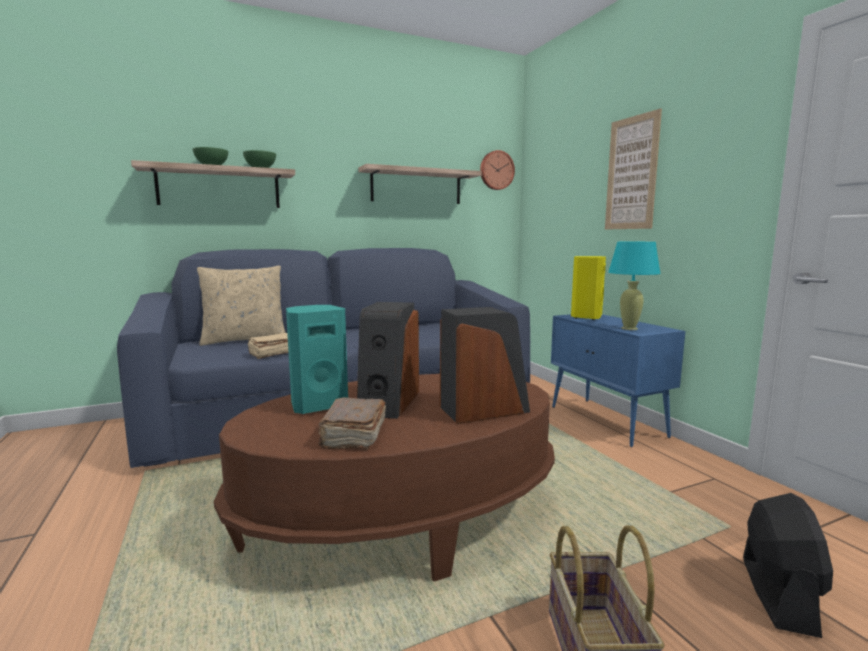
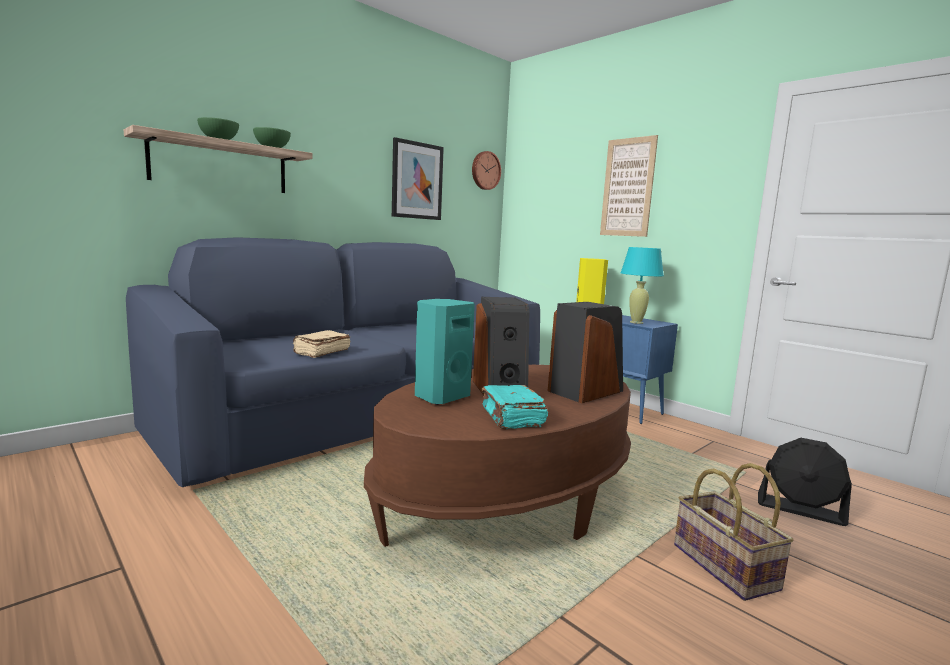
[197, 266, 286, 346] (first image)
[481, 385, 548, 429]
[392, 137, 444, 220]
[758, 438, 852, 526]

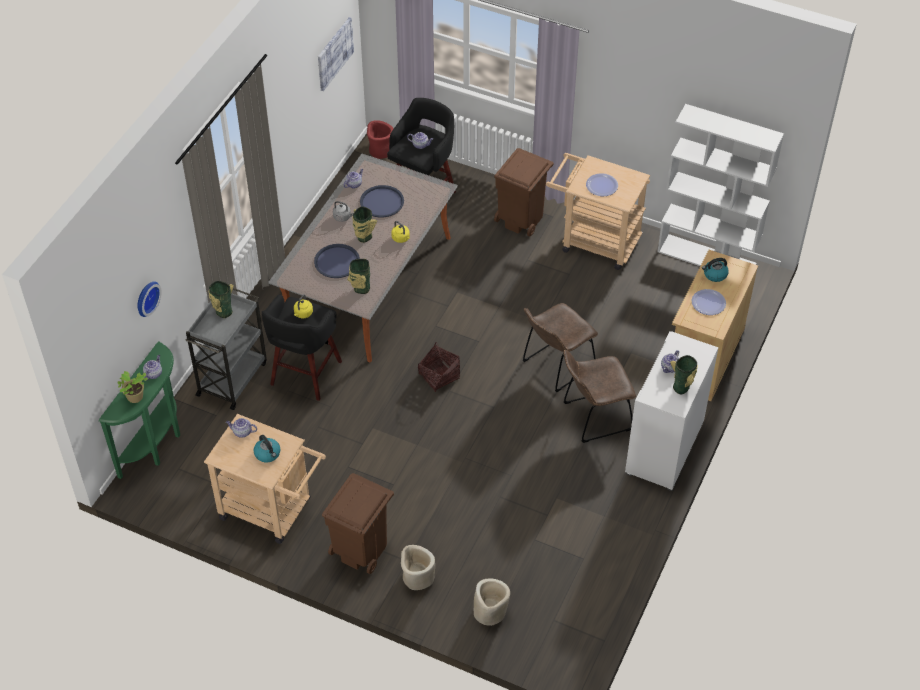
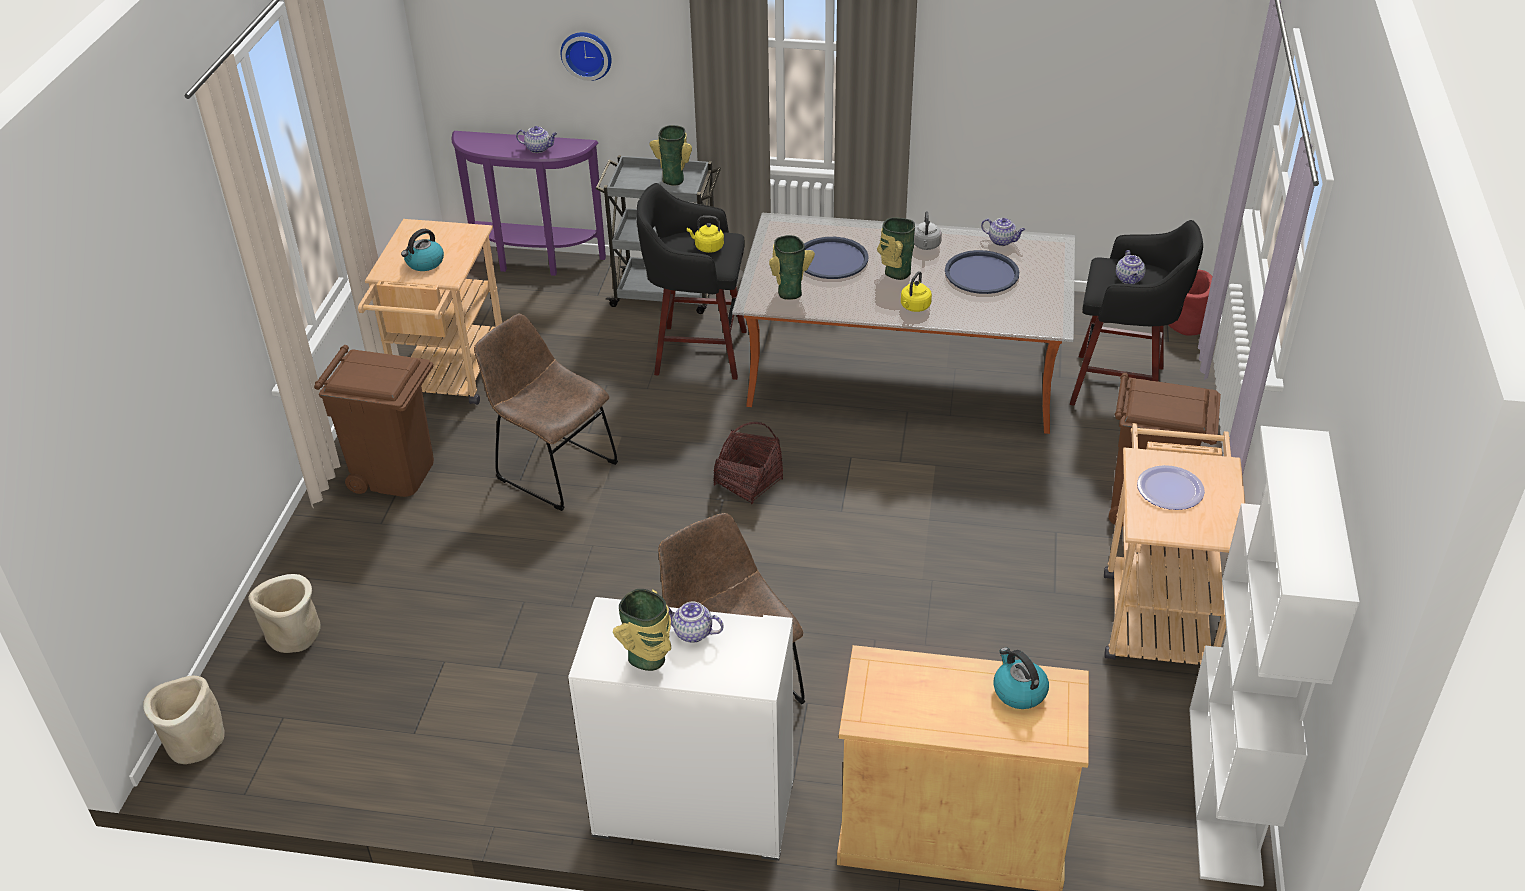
[452, 131, 606, 276]
[118, 371, 148, 403] (first image)
[226, 418, 257, 438] (first image)
[318, 17, 354, 91] (first image)
[143, 676, 225, 764]
[474, 314, 618, 511]
[692, 289, 726, 315] (first image)

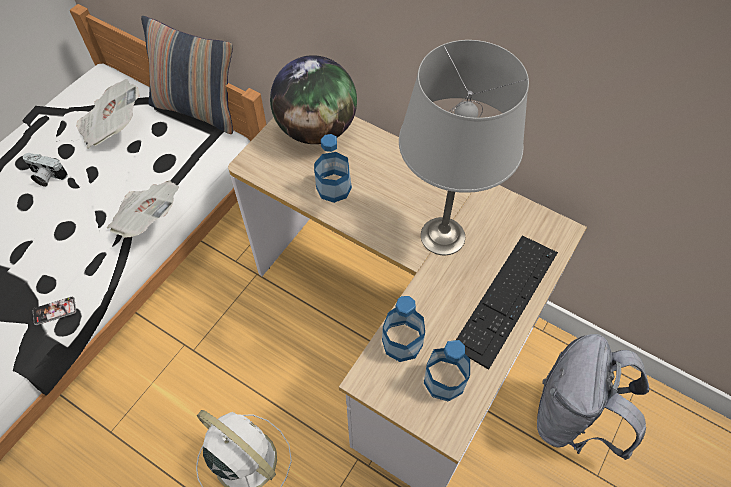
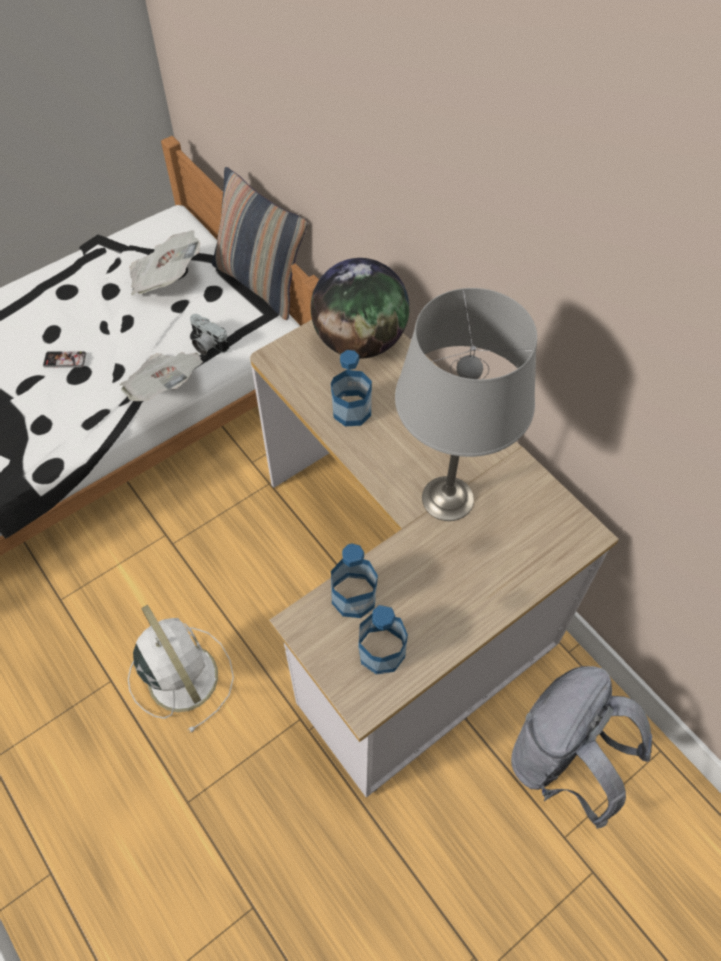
[190, 314, 229, 355]
[43, 351, 86, 368]
[456, 235, 558, 370] (first image)

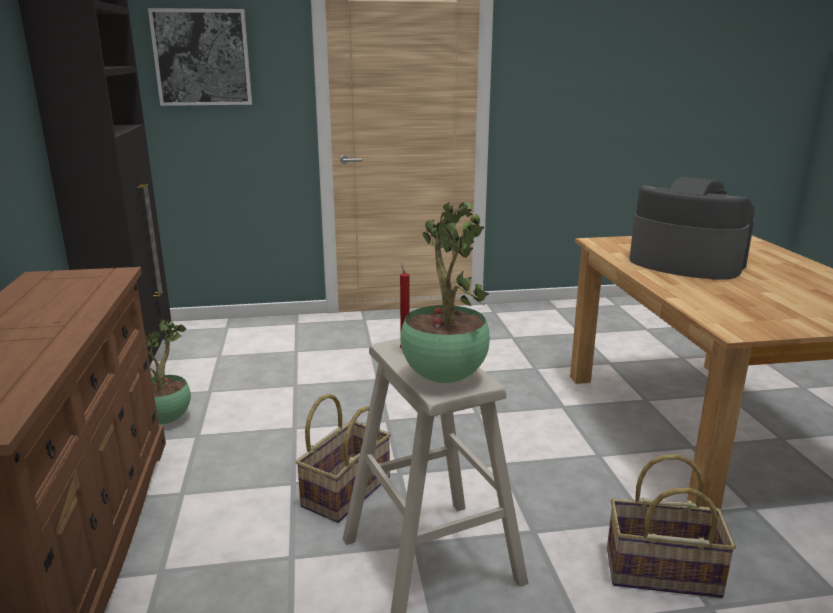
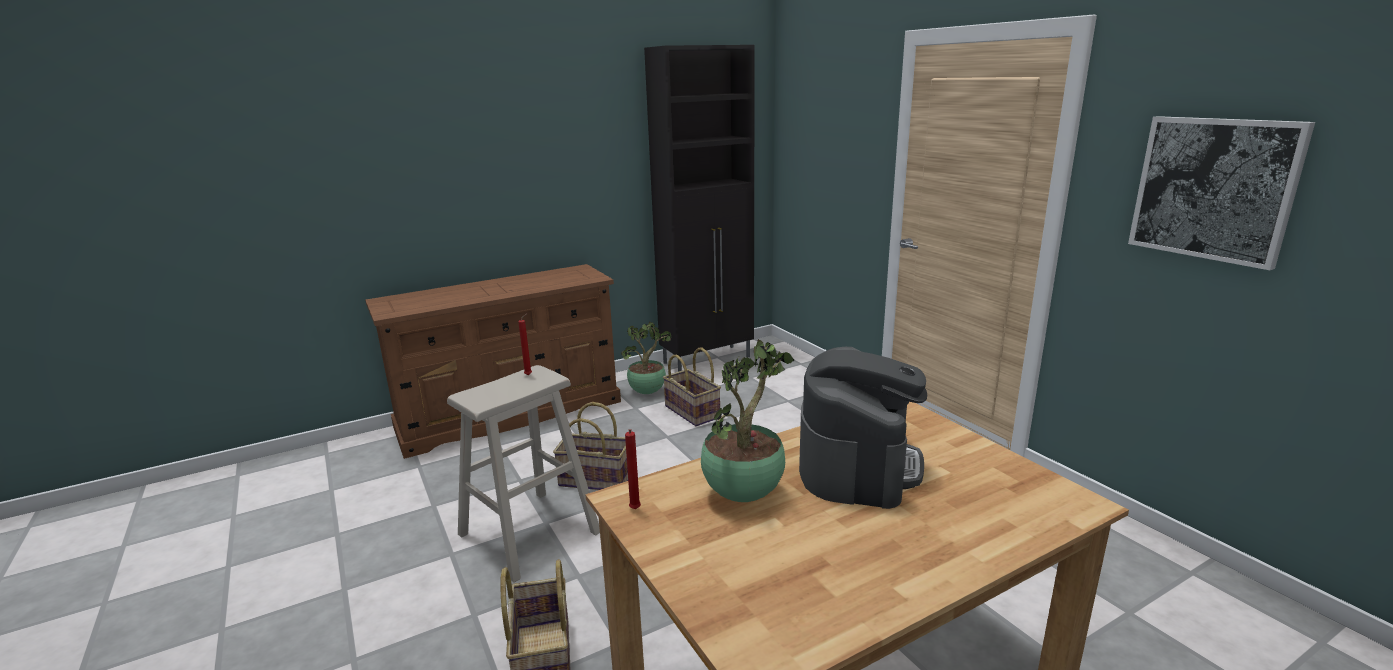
[1128, 116, 1315, 270]
[701, 339, 794, 502]
[625, 429, 641, 509]
[663, 347, 721, 426]

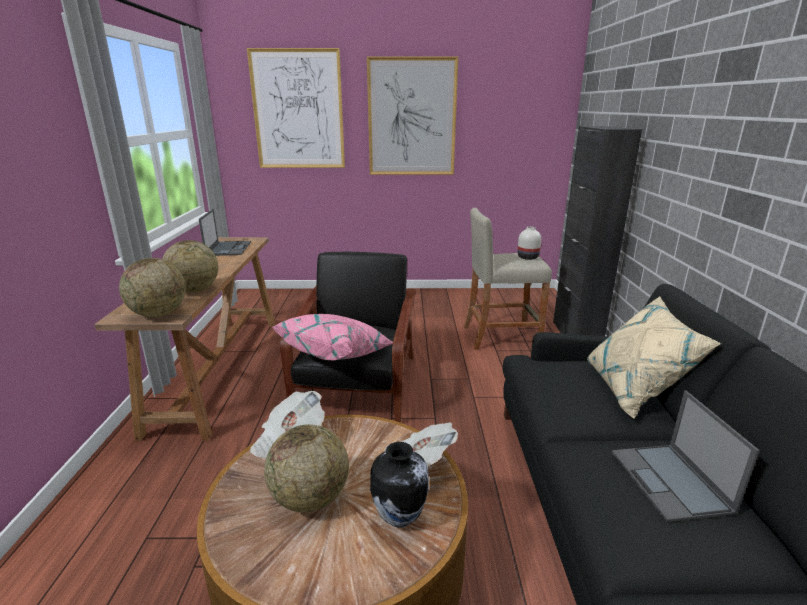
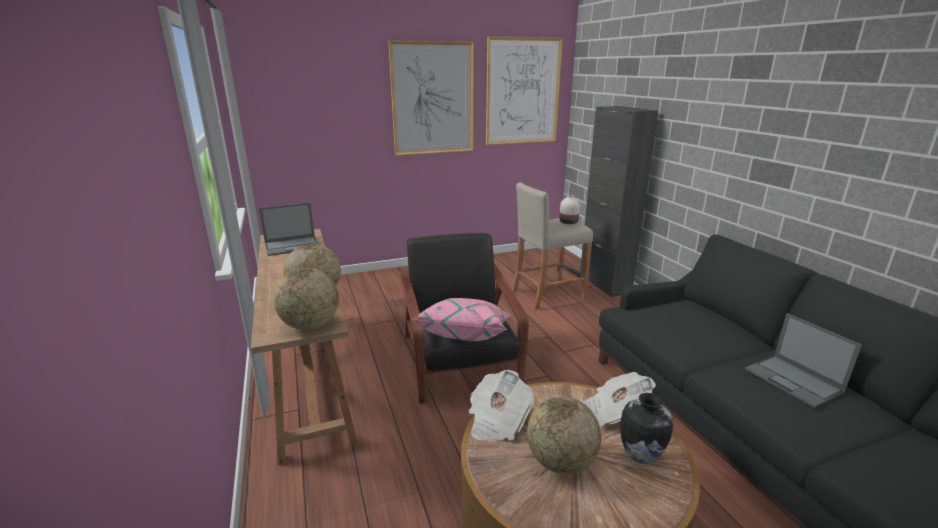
[259, 203, 319, 256]
[486, 36, 563, 145]
[587, 296, 721, 419] (first image)

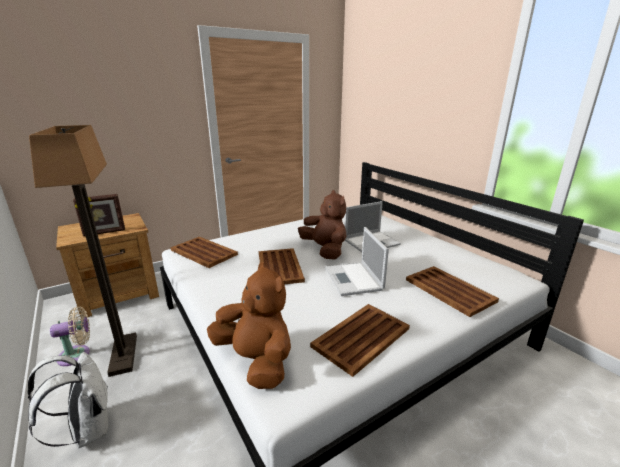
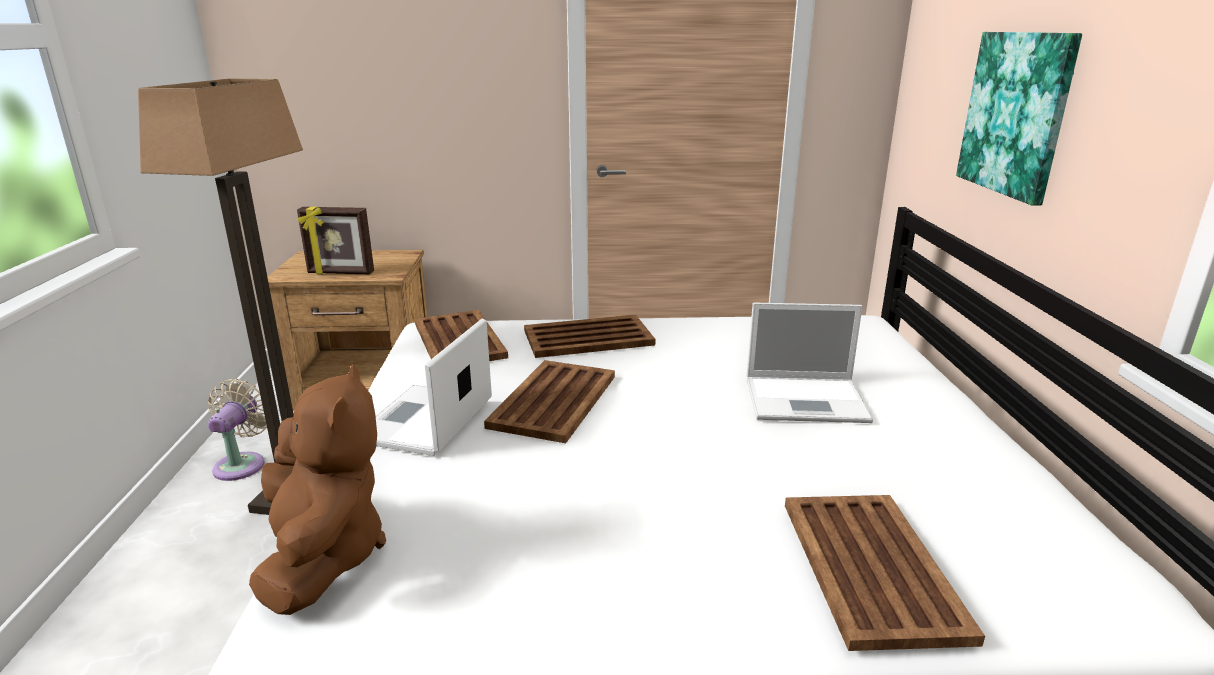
[28, 352, 108, 449] (first image)
[208, 379, 267, 481]
[298, 190, 346, 260] (first image)
[524, 315, 655, 358]
[376, 319, 492, 456]
[956, 32, 1082, 205]

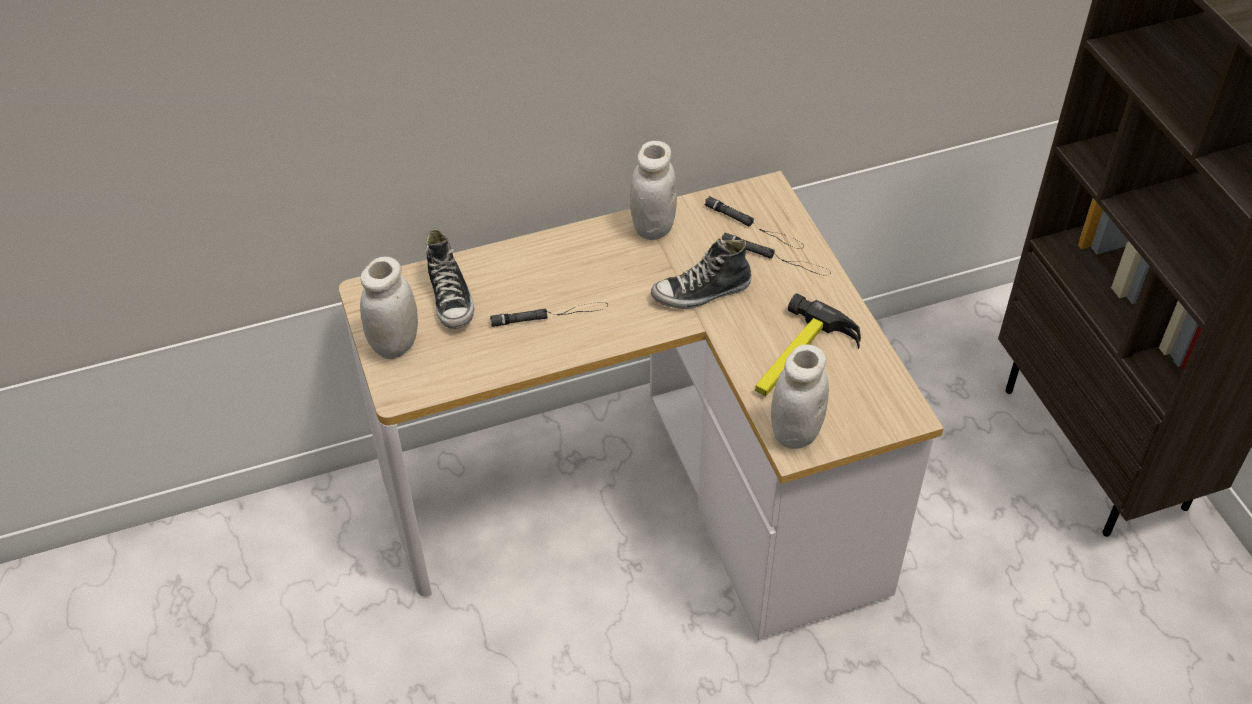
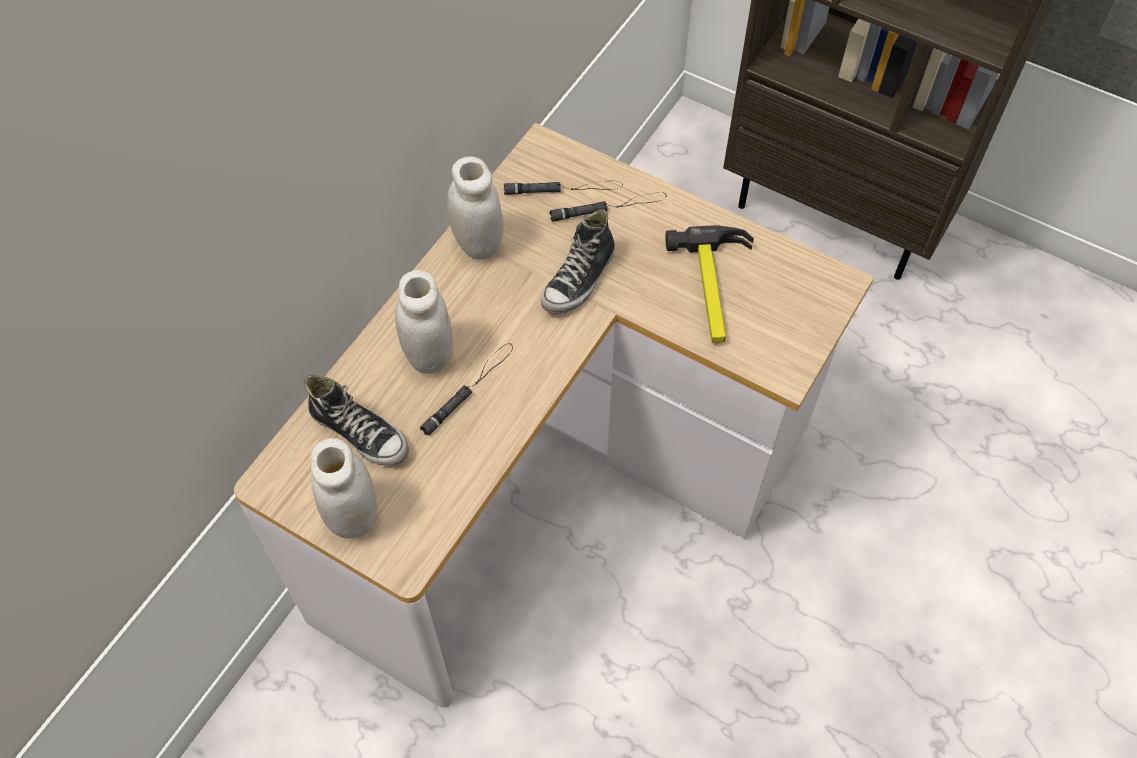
[395, 270, 453, 374]

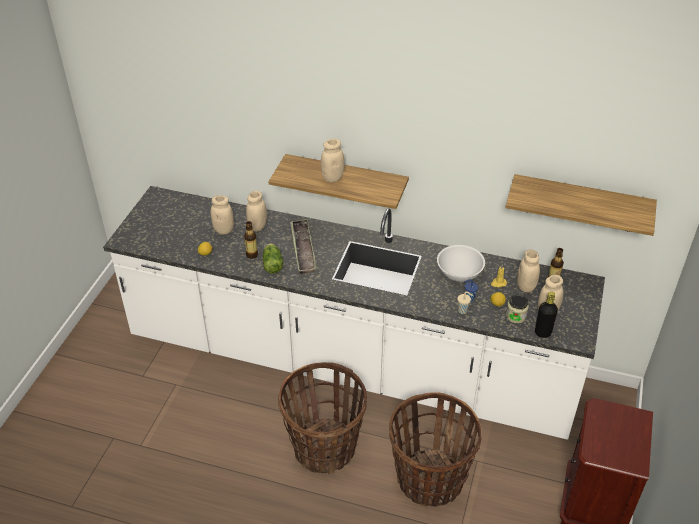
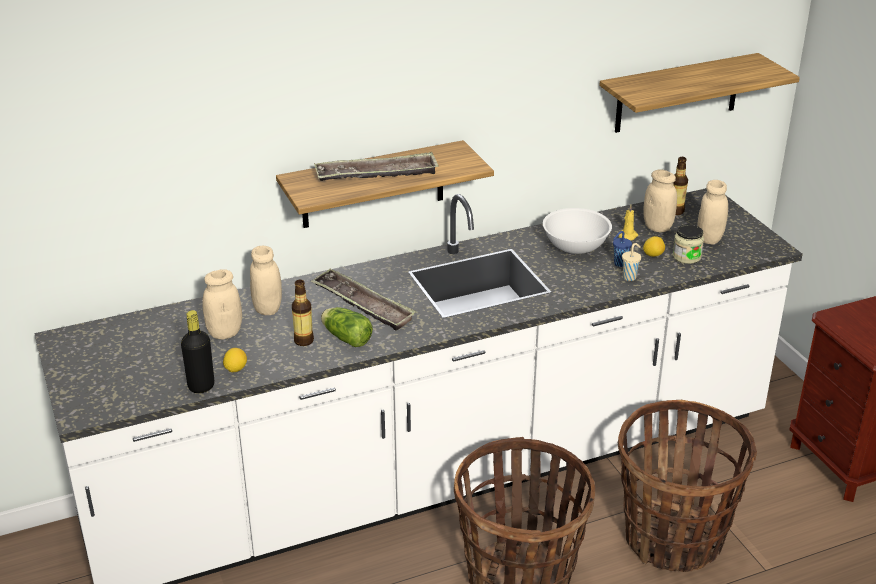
[314, 152, 439, 181]
[181, 310, 214, 393]

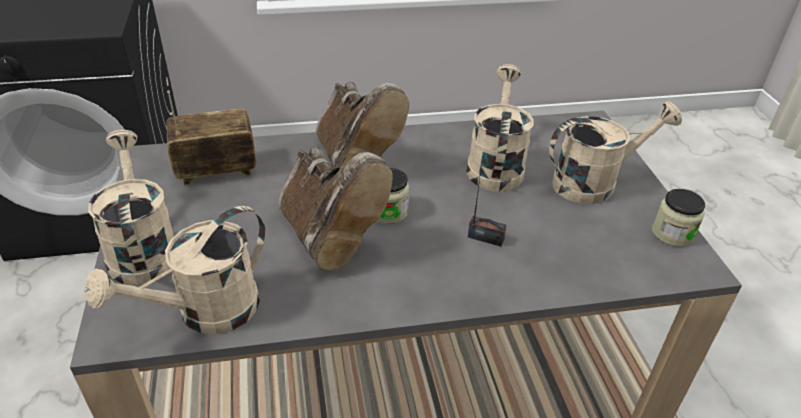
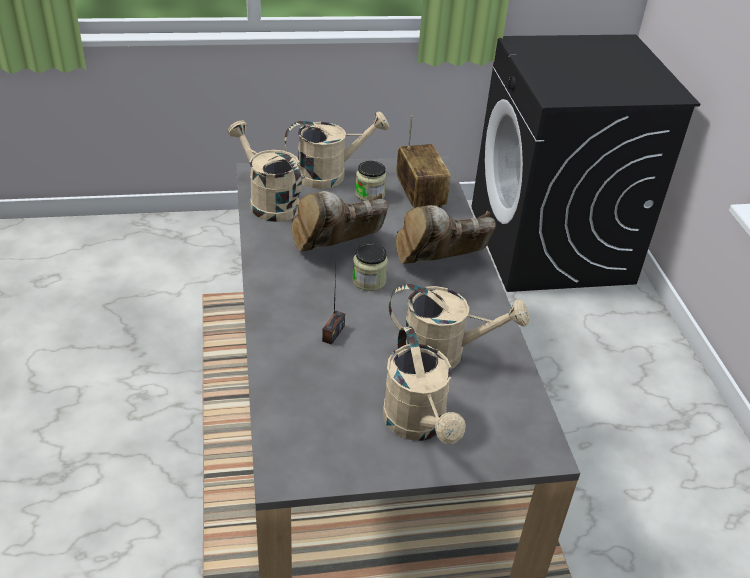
[355, 161, 387, 201]

